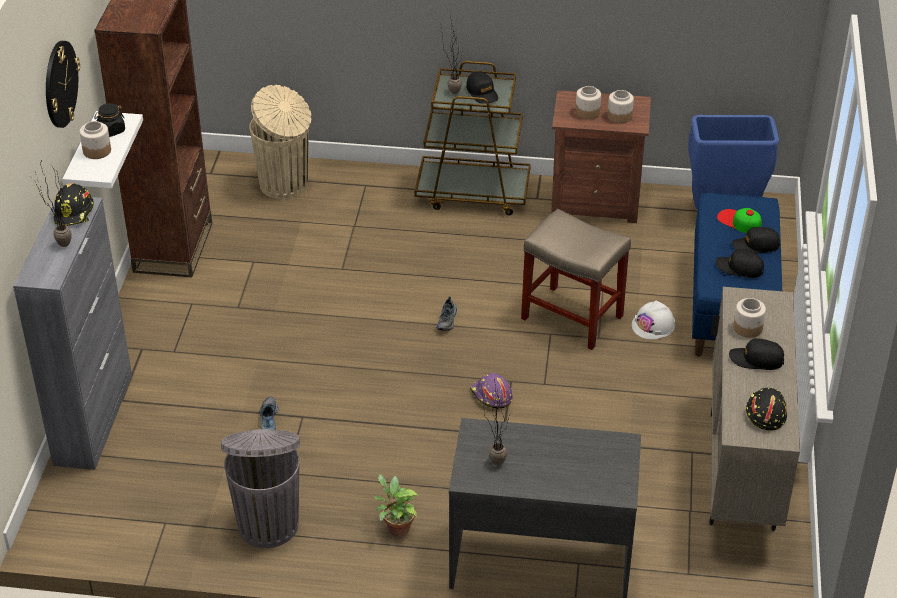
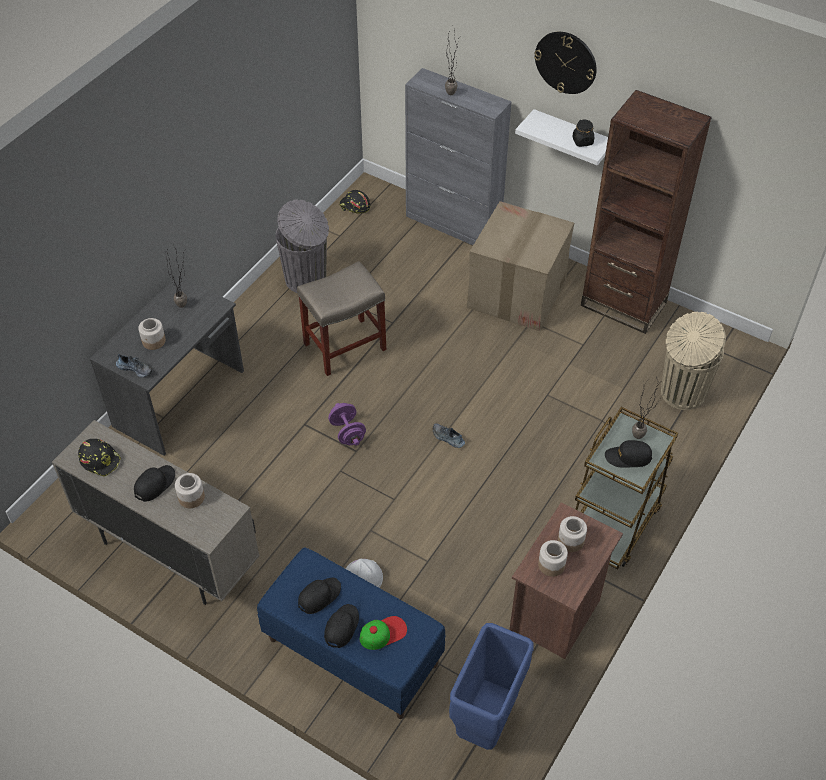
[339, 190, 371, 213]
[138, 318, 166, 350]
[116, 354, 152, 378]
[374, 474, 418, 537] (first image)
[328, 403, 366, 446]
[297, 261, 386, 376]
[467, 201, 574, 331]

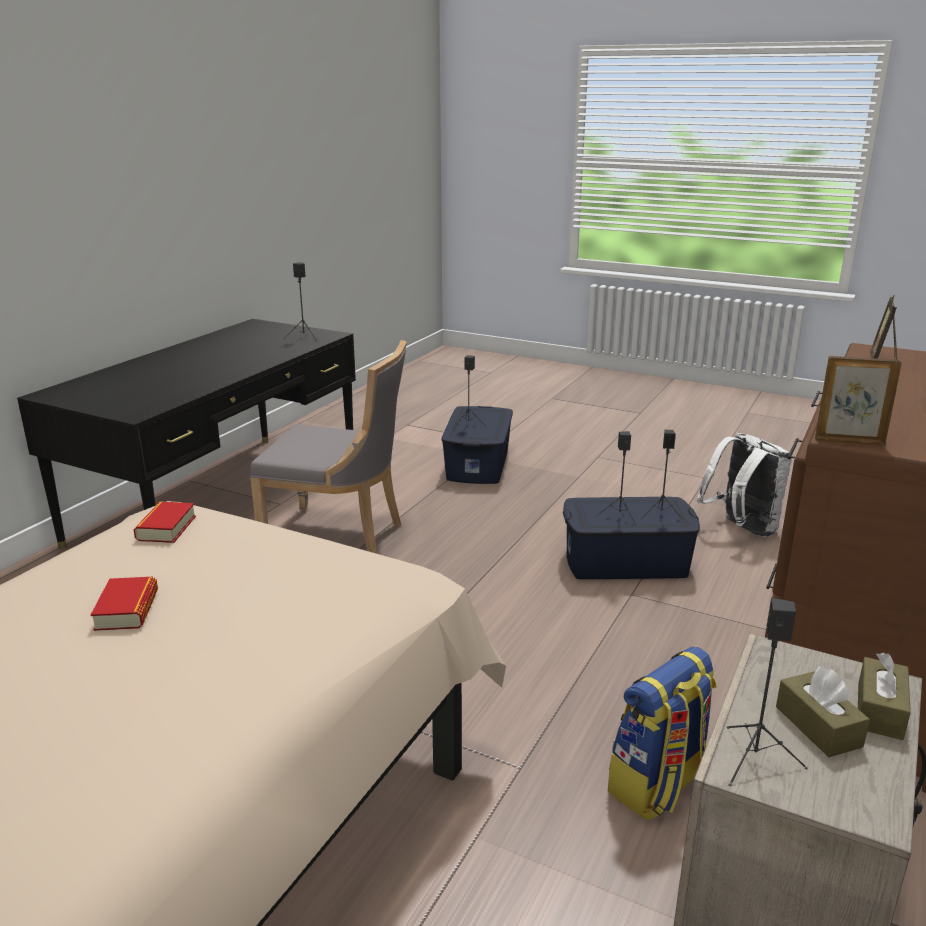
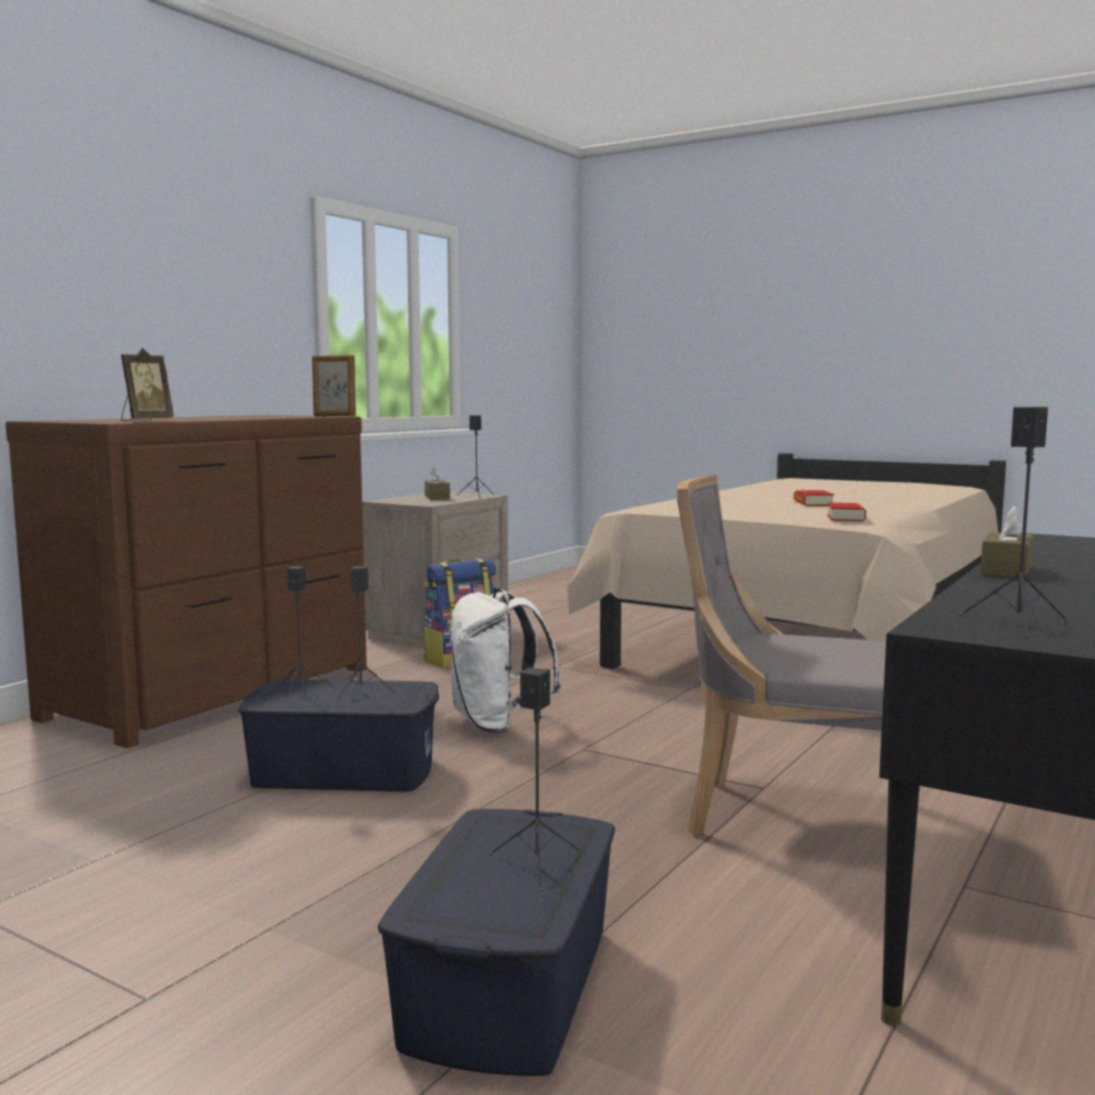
[449, 588, 561, 733]
[980, 506, 1033, 578]

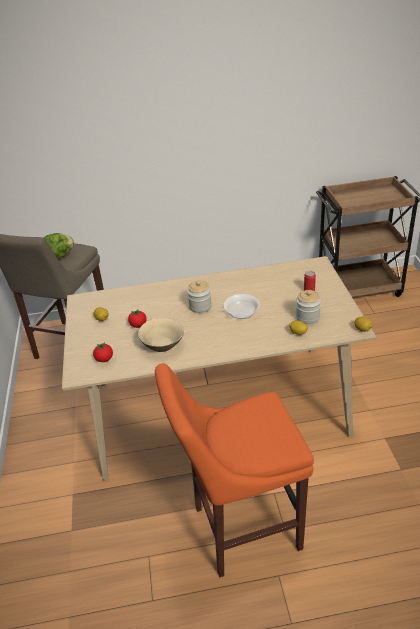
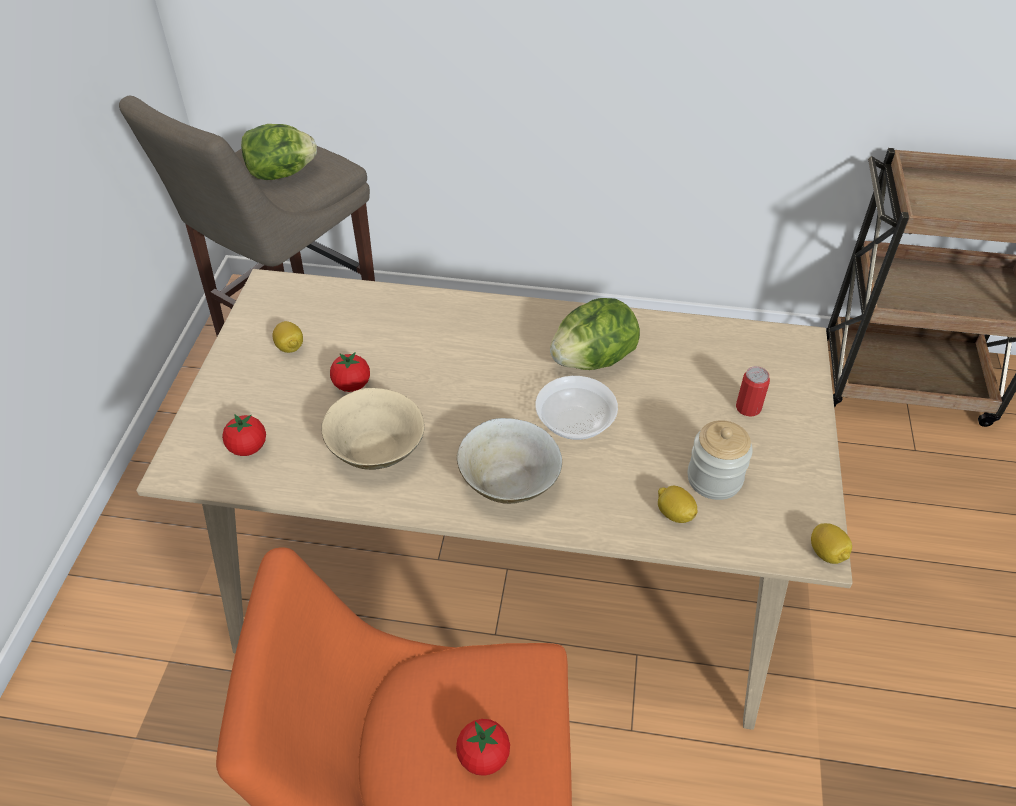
[187, 280, 212, 313] (first image)
[456, 719, 510, 776]
[457, 418, 562, 504]
[550, 298, 640, 370]

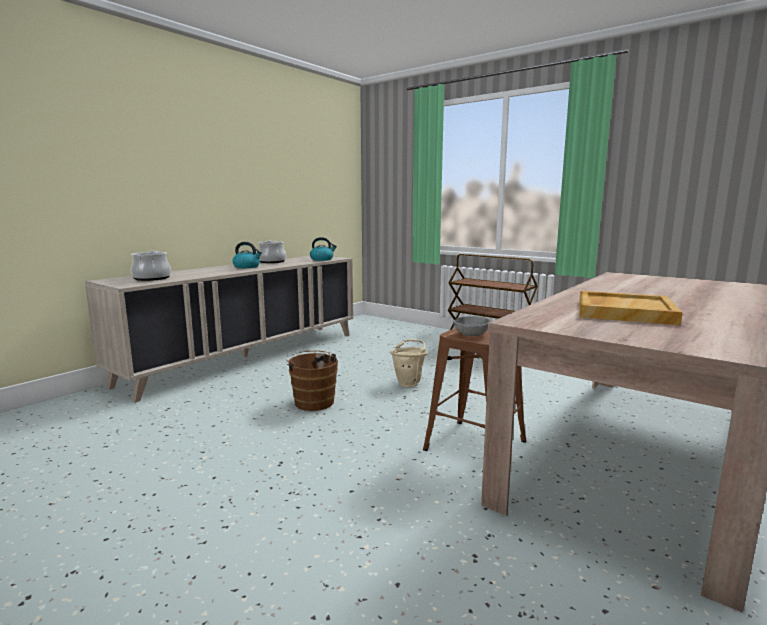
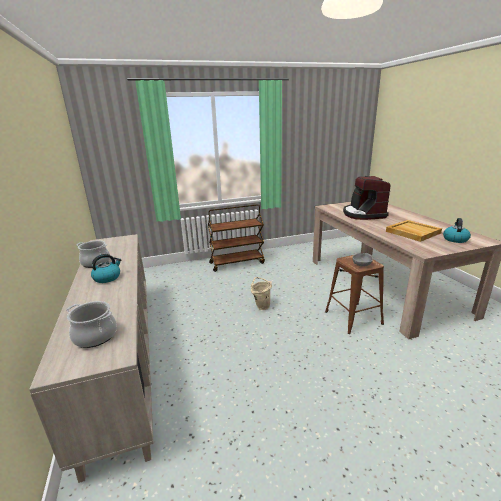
[286, 351, 338, 411] (first image)
[443, 218, 471, 243]
[343, 176, 391, 220]

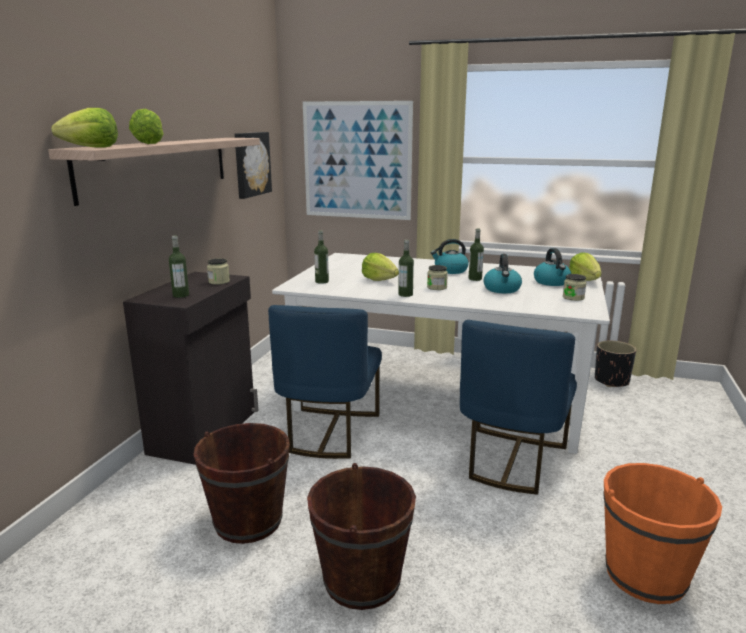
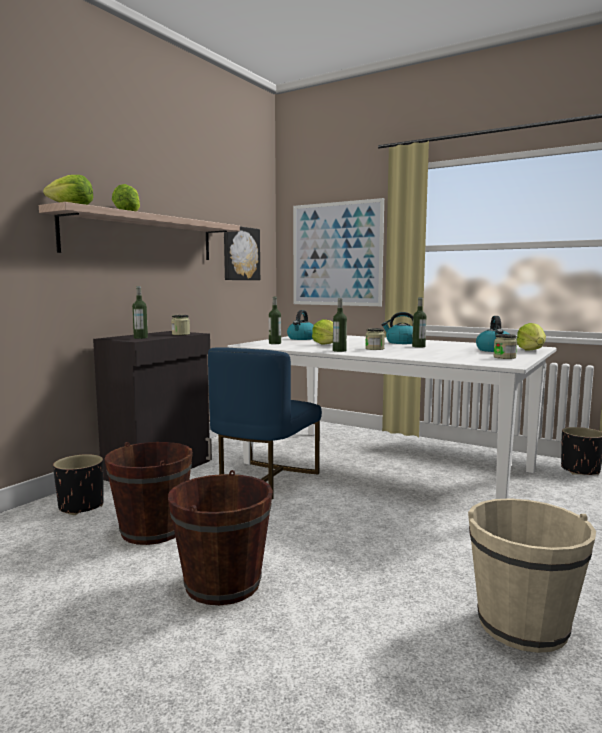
[460, 320, 577, 495] (first image)
[287, 310, 314, 340]
[468, 498, 596, 653]
[53, 454, 104, 515]

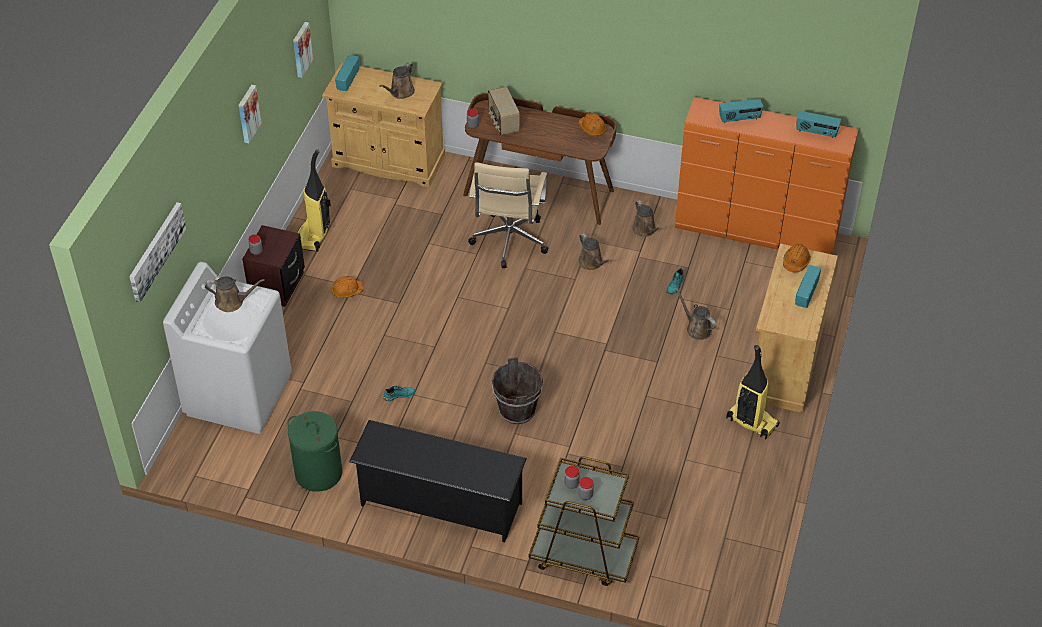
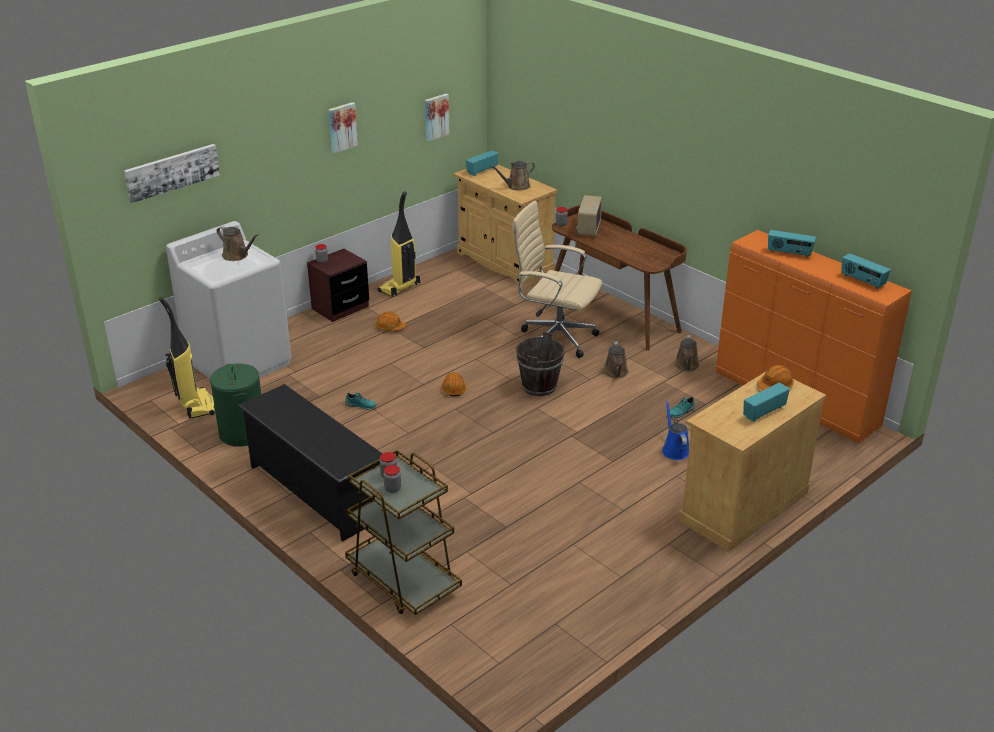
[512, 200, 602, 358]
[516, 332, 565, 396]
[442, 372, 466, 397]
[662, 401, 689, 460]
[159, 297, 215, 419]

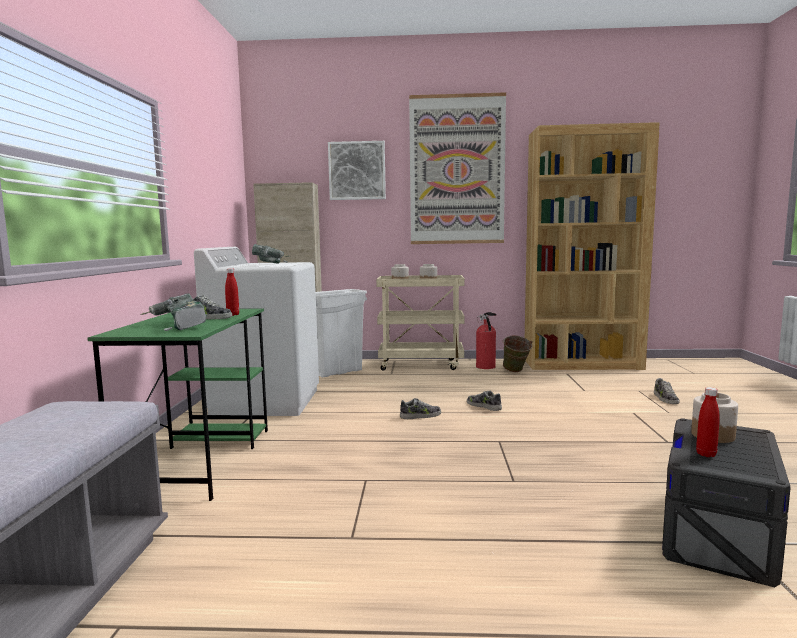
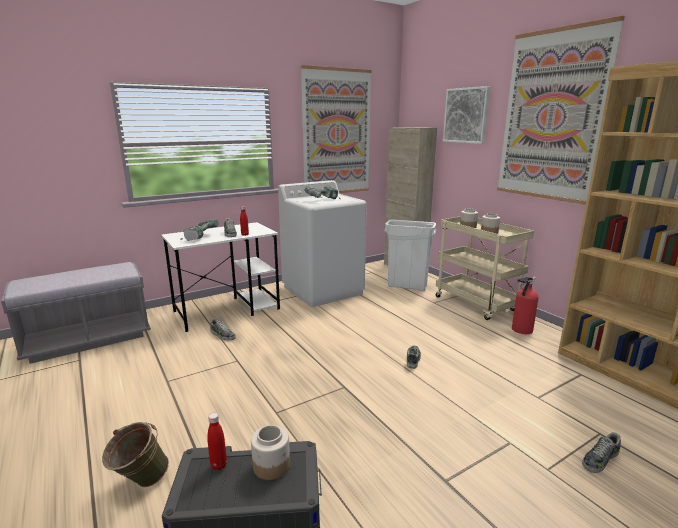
[161, 222, 280, 332]
[210, 318, 236, 341]
[102, 422, 169, 487]
[301, 65, 372, 193]

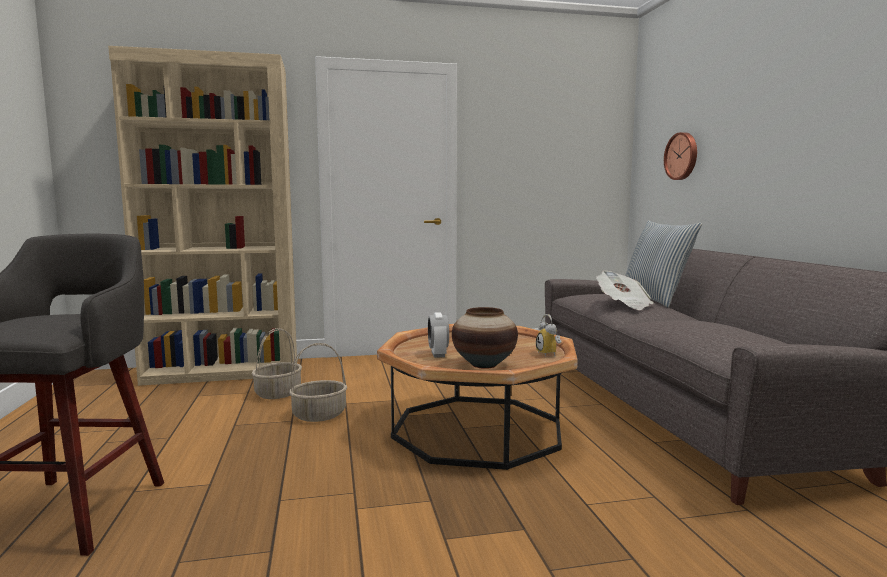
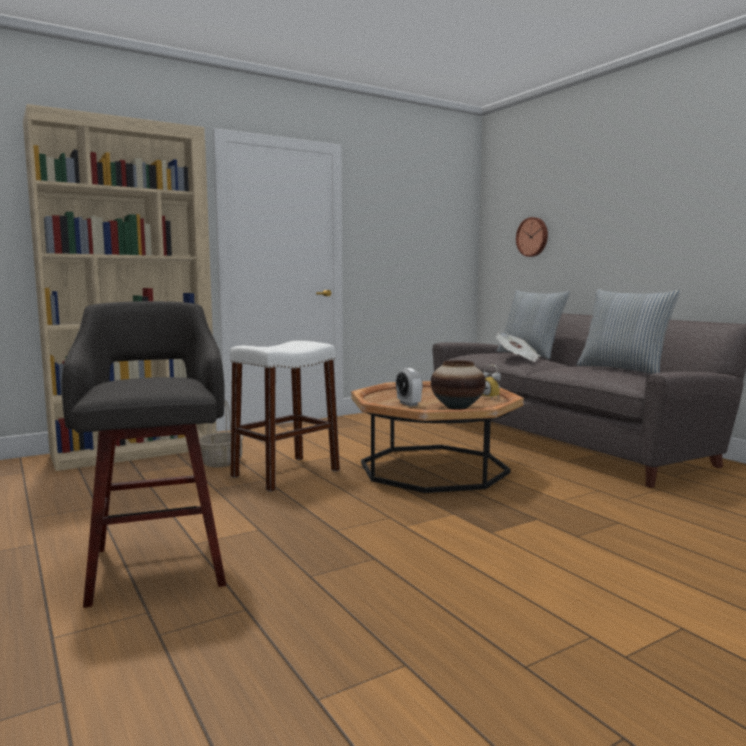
[230, 341, 340, 492]
[577, 289, 681, 374]

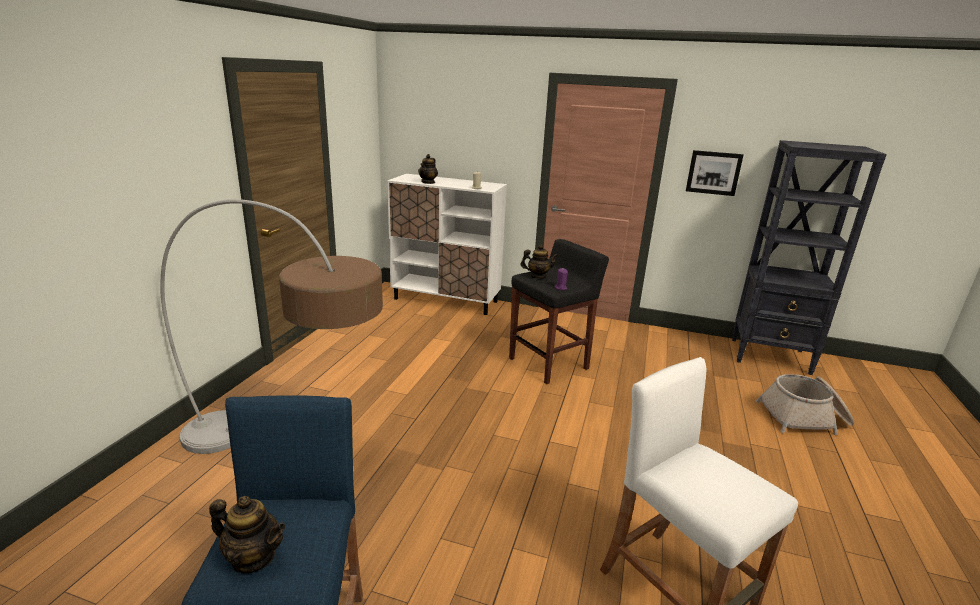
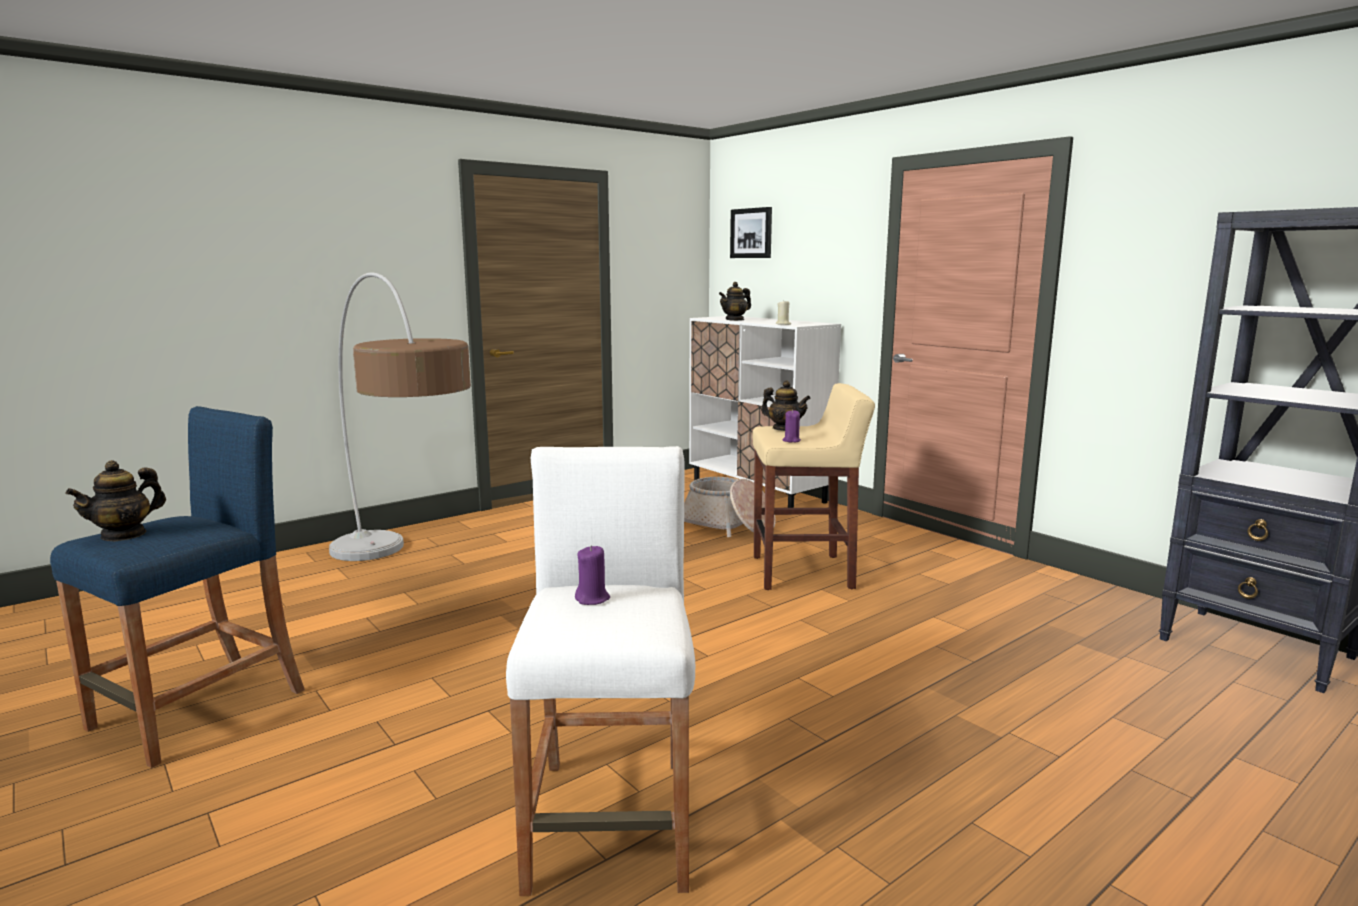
[66, 460, 166, 542]
[753, 383, 875, 590]
[730, 207, 772, 258]
[684, 477, 776, 537]
[575, 545, 610, 605]

